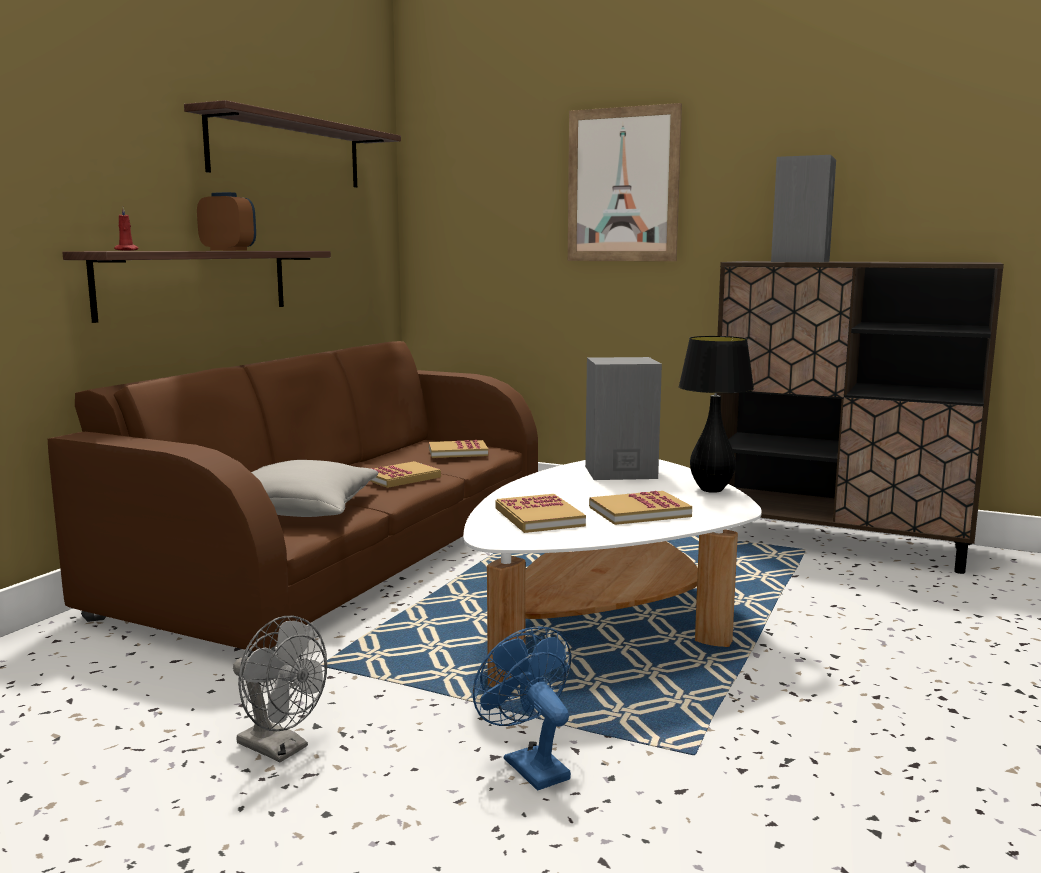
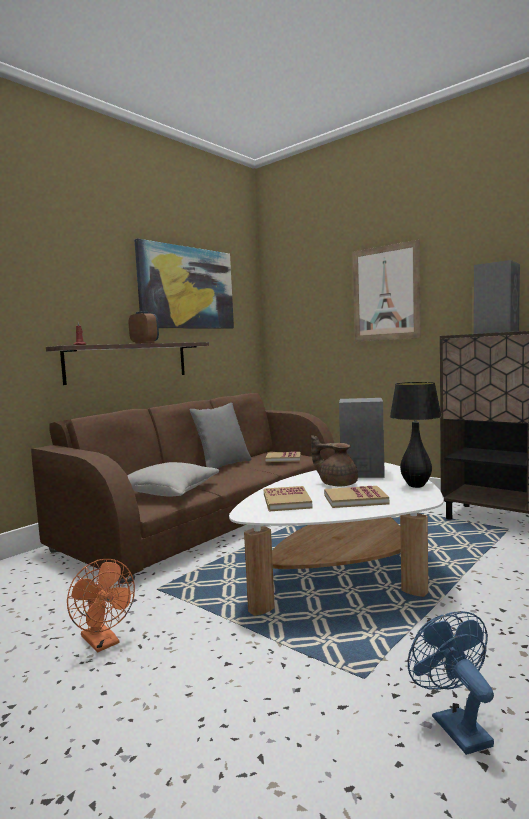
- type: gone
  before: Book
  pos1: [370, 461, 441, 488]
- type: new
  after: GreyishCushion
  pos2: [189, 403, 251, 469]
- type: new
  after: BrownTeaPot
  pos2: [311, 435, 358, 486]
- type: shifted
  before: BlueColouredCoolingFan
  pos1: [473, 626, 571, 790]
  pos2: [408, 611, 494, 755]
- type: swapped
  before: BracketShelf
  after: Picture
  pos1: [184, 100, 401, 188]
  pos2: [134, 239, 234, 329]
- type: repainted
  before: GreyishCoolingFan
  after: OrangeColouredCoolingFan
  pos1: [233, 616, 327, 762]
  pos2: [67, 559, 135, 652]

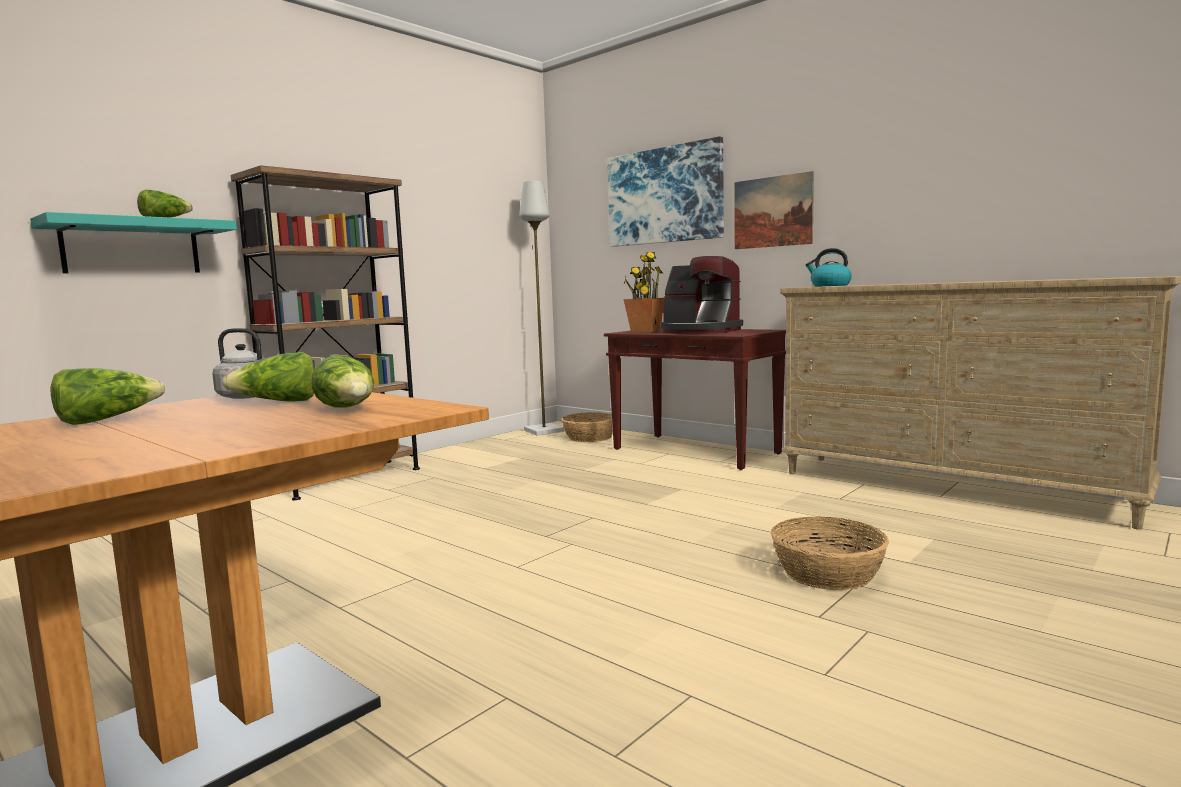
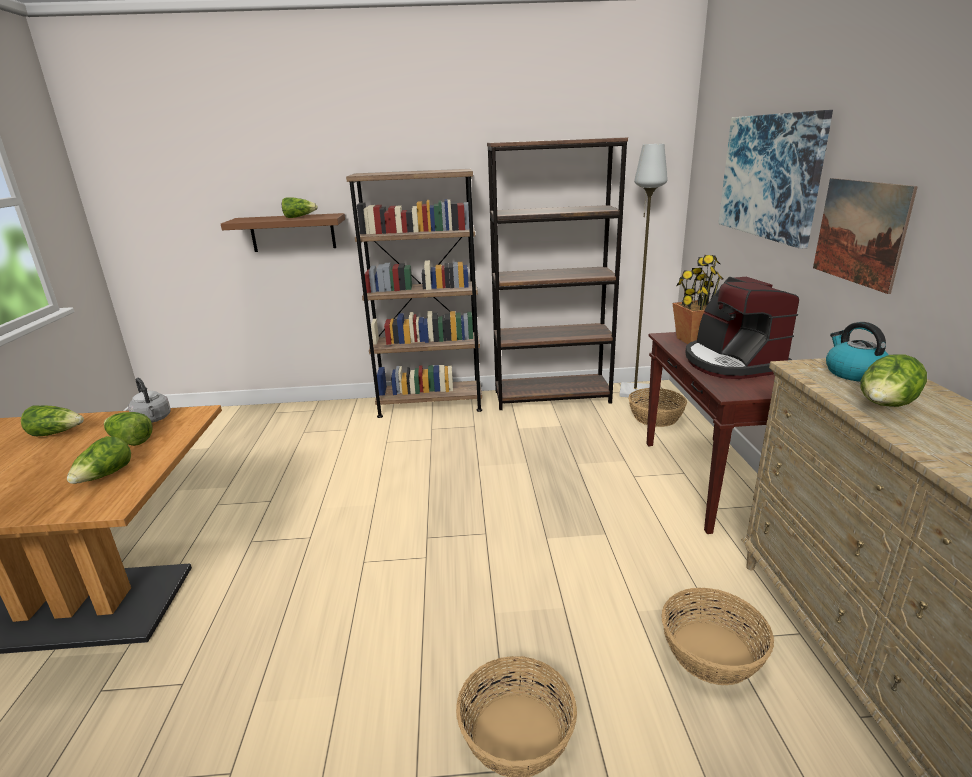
- type: new
  after: BrownBookshelf
  pos2: [487, 138, 628, 410]
- type: new
  after: Basket
  pos2: [661, 588, 774, 685]
- type: new
  after: LettuceHead
  pos2: [860, 354, 927, 407]
- type: repainted
  before: BlueGreenBracketShelf
  after: BrownBracketShelf
  pos1: [30, 212, 237, 273]
  pos2: [221, 213, 345, 252]

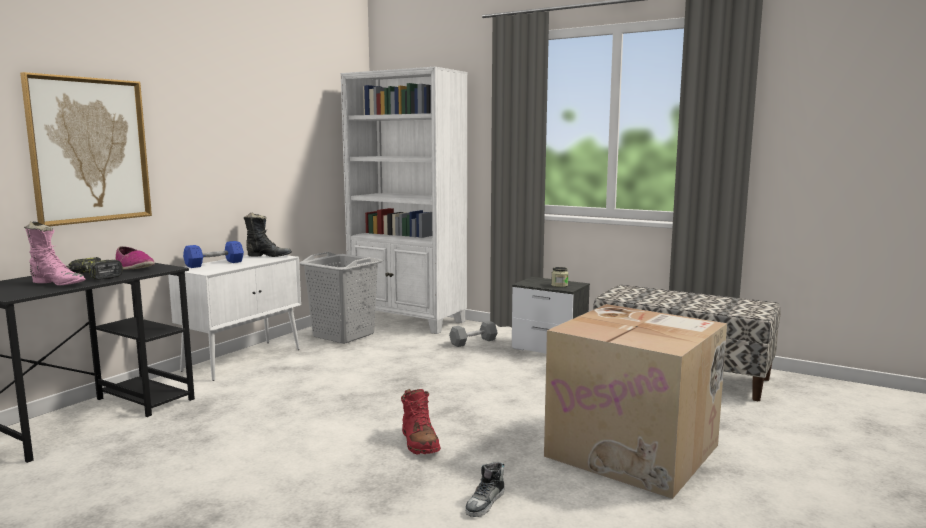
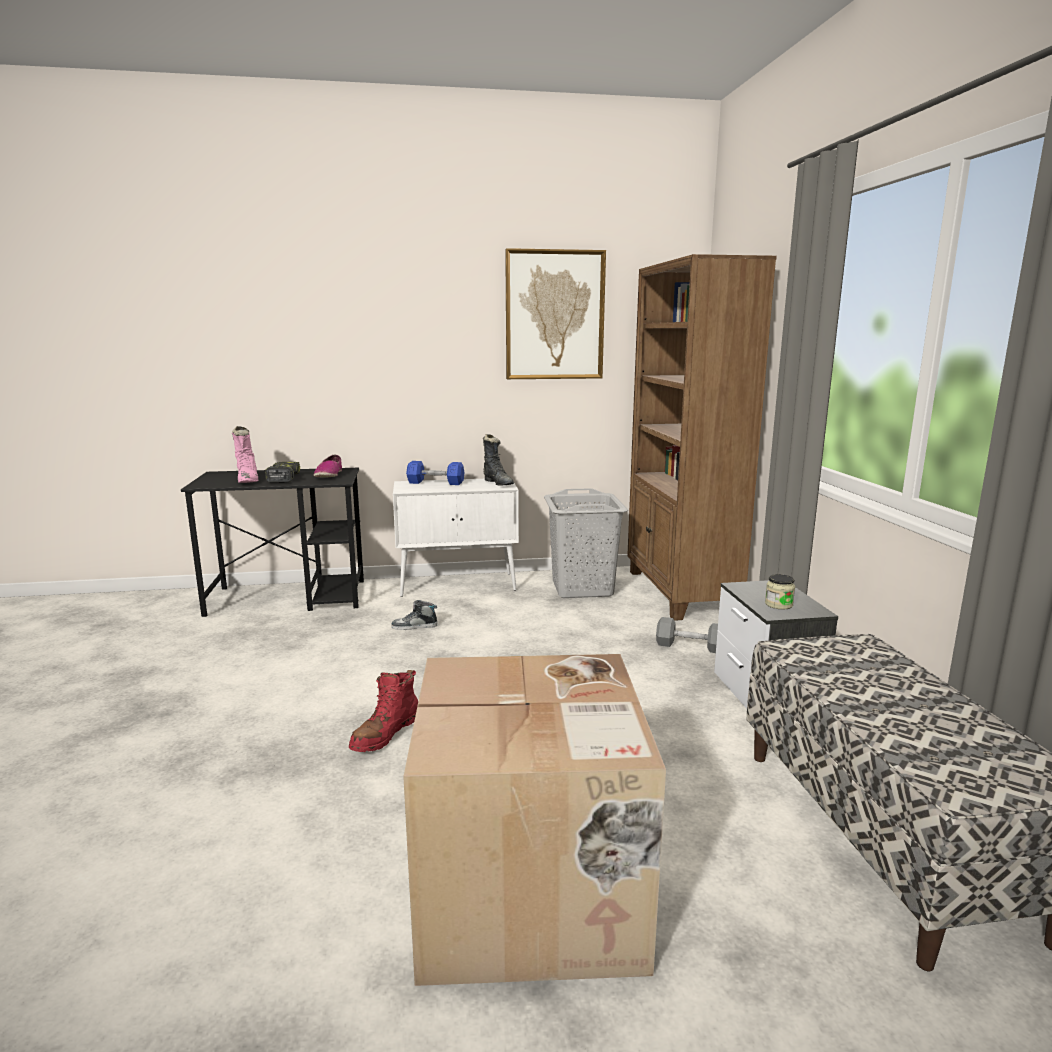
- type: shifted
  before: Picture
  pos1: [20, 72, 152, 226]
  pos2: [505, 248, 606, 379]
- type: shifted
  before: LowShoe
  pos1: [465, 462, 505, 517]
  pos2: [391, 600, 437, 630]
- type: repainted
  before: WhiteBookshelf
  after: BrownBookshelf
  pos1: [341, 67, 468, 334]
  pos2: [627, 254, 777, 621]

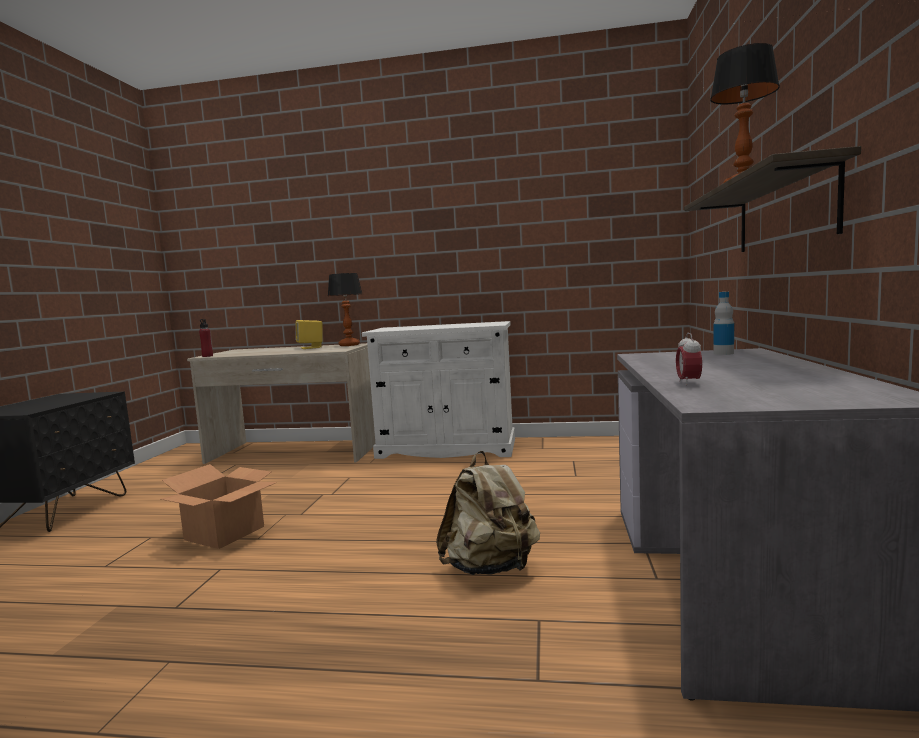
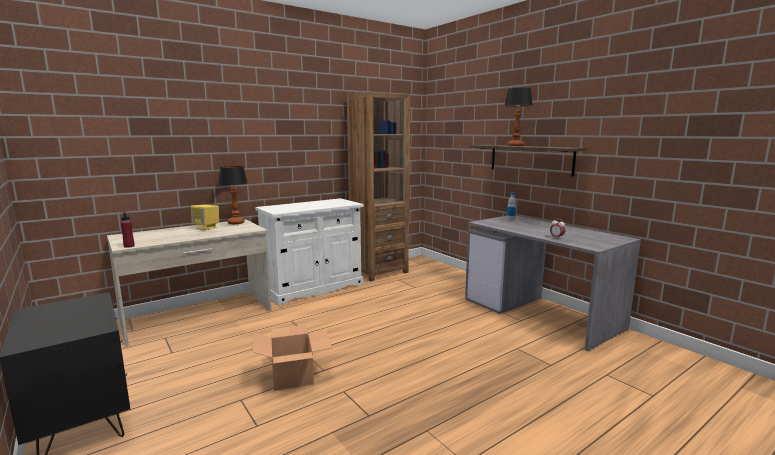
- type: gone
  before: BeigeKnapsack
  pos1: [436, 451, 540, 575]
- type: new
  after: BrownBookshelf
  pos2: [347, 92, 410, 282]

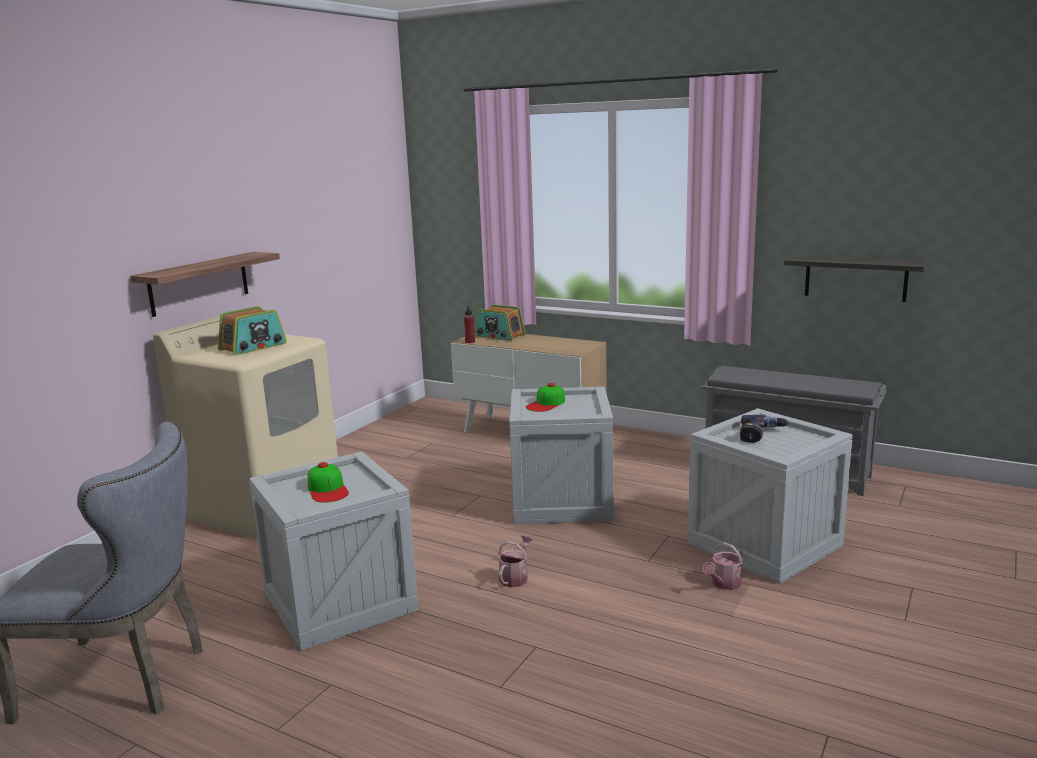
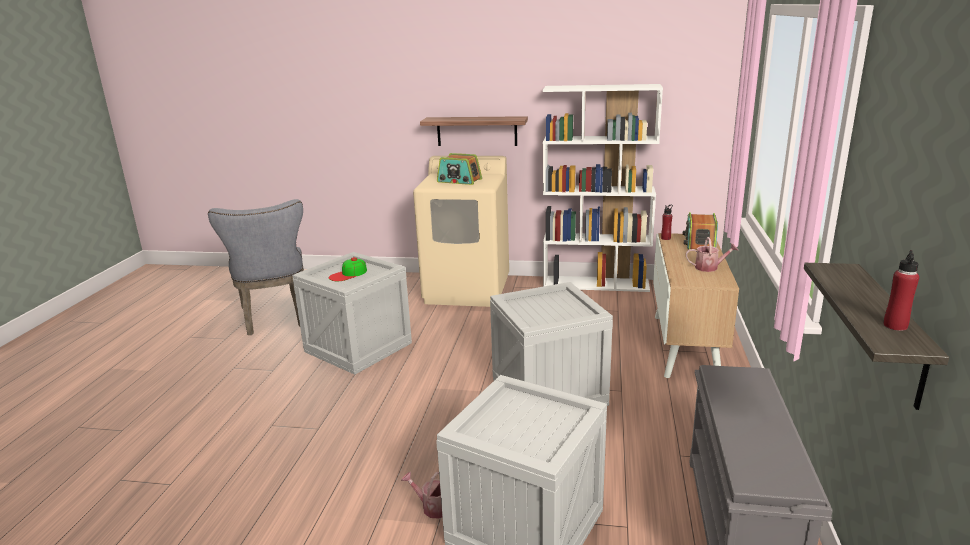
- type: gone
  before: Cap
  pos1: [526, 383, 565, 412]
- type: gone
  before: Drill
  pos1: [740, 415, 789, 443]
- type: new
  after: WhiteBookshelf
  pos2: [543, 84, 663, 292]
- type: new
  after: ReddishBottle
  pos2: [883, 250, 919, 331]
- type: shifted
  before: WateringPot
  pos1: [498, 536, 533, 588]
  pos2: [686, 237, 738, 272]

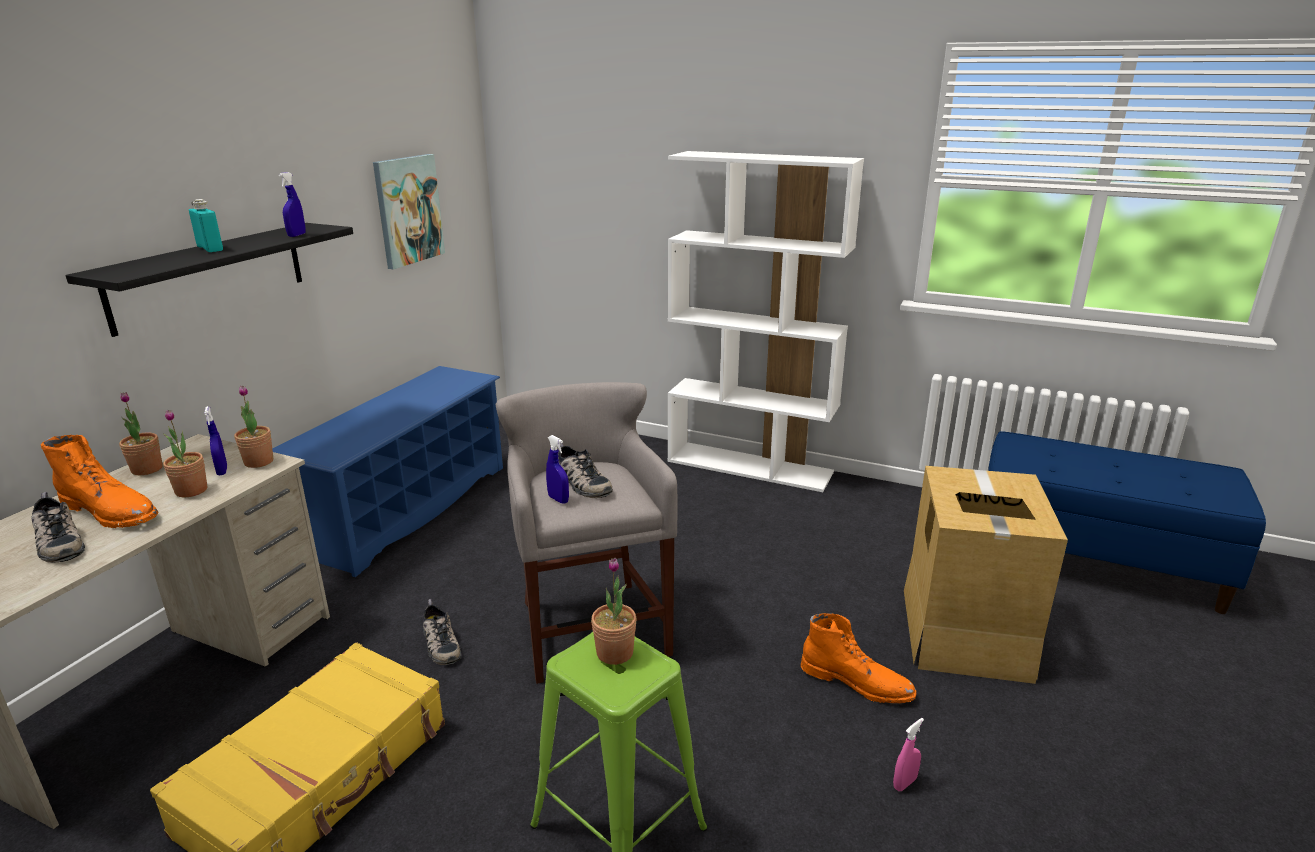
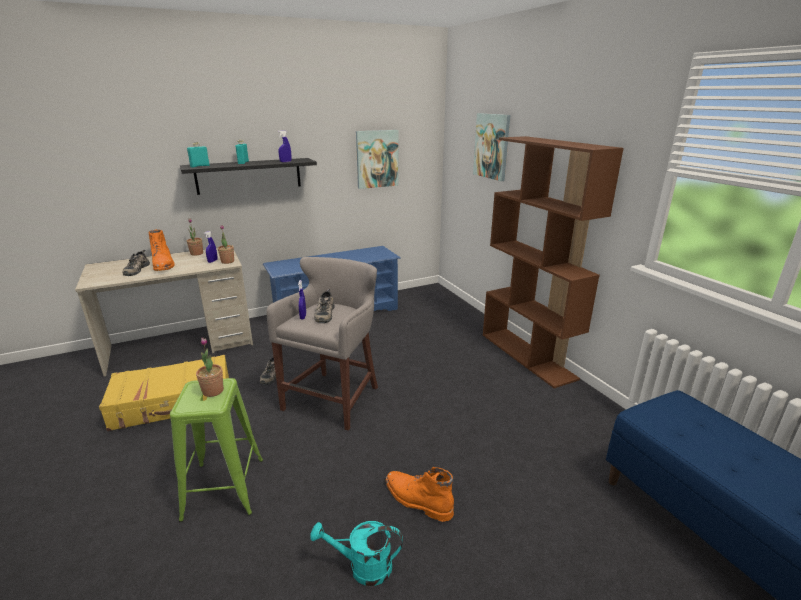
- type: gone
  before: Houseplant
  pos1: [163, 410, 207, 497]
- type: gone
  before: PackingBox
  pos1: [904, 466, 1068, 684]
- type: new
  after: BlueGreenBottle
  pos2: [187, 142, 210, 168]
- type: new
  after: Picture
  pos2: [473, 113, 510, 181]
- type: swapped
  before: PinkSprayBottle
  after: BlueGreenWateringPot
  pos1: [893, 718, 924, 791]
  pos2: [310, 521, 403, 586]
- type: repainted
  before: WhiteBookshelf
  after: BrownBookshelf
  pos1: [668, 151, 864, 492]
  pos2: [483, 136, 624, 388]
- type: rotated
  before: OrangeColouredTallBoot
  pos1: [801, 613, 917, 703]
  pos2: [386, 467, 454, 522]
  turn: 150

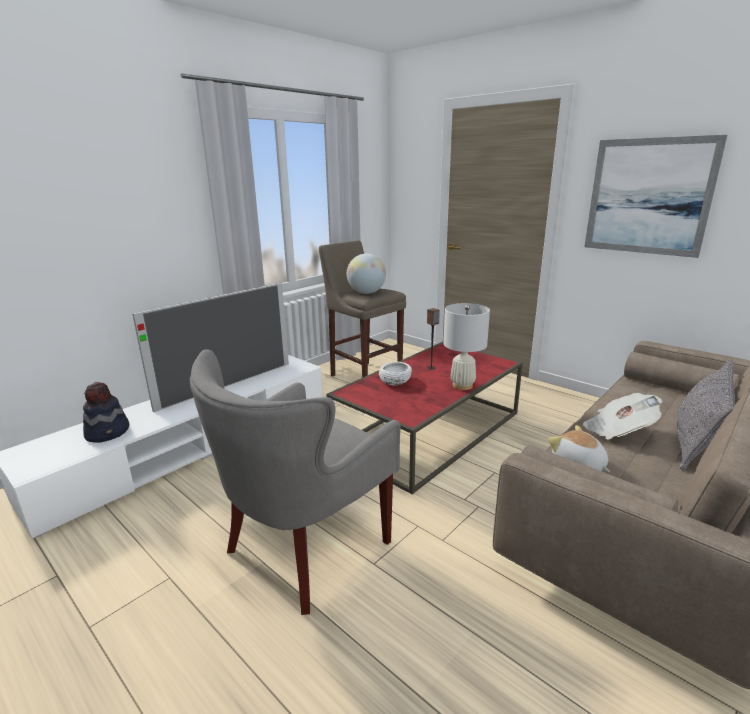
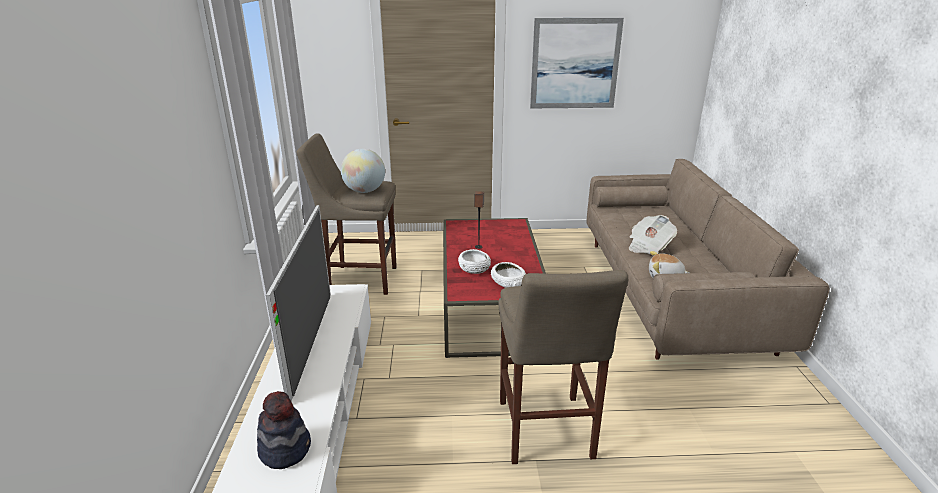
- type: gone
  before: WhiteTableLamp
  pos1: [443, 303, 490, 390]
- type: gone
  before: GreyishCushion
  pos1: [677, 360, 735, 470]
- type: new
  after: WhiteDeepDish
  pos2: [491, 262, 526, 288]
- type: swapped
  before: GreyishLoungeChair
  after: BeigeStoolSeat
  pos1: [190, 349, 401, 615]
  pos2: [499, 270, 628, 464]

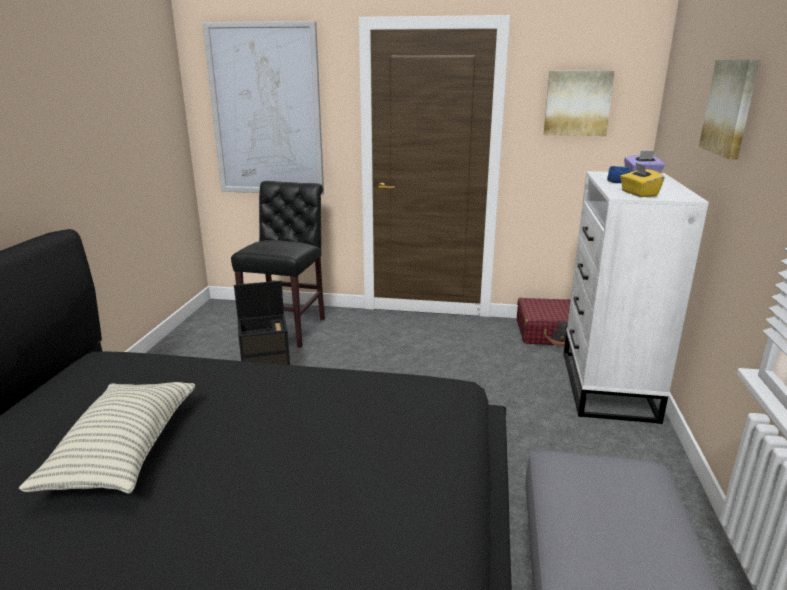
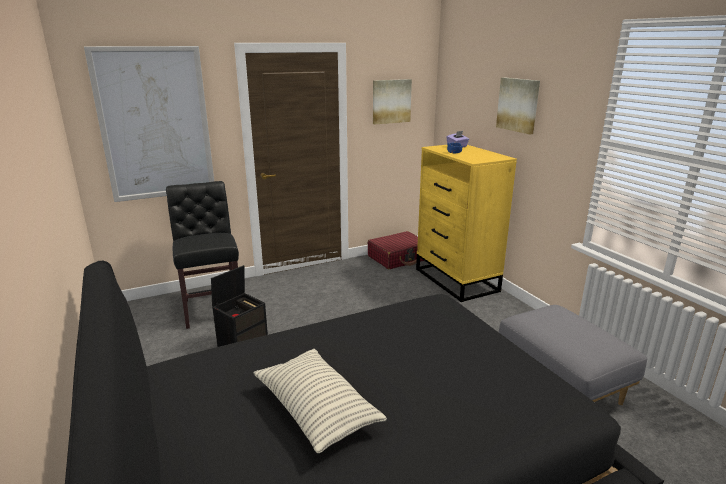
- type: gone
  before: YellowColouredTissueBox
  pos1: [620, 163, 665, 197]
- type: repainted
  before: WhiteDresser
  after: YellowColouredDresser
  pos1: [564, 171, 709, 424]
  pos2: [416, 145, 517, 302]

